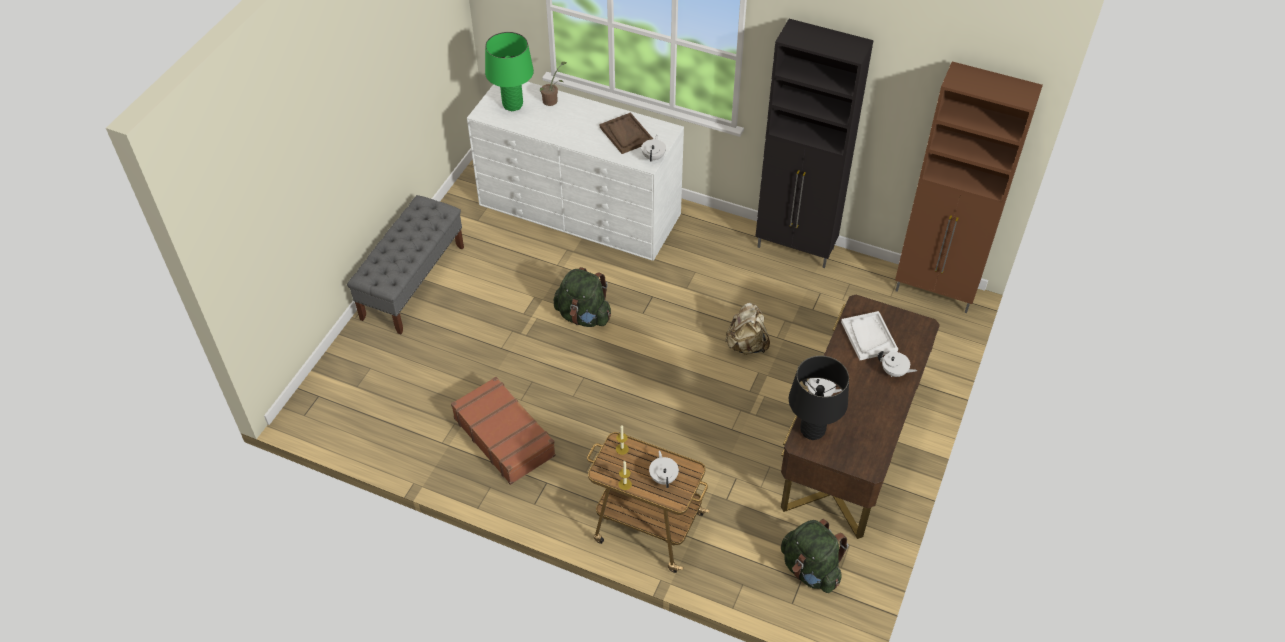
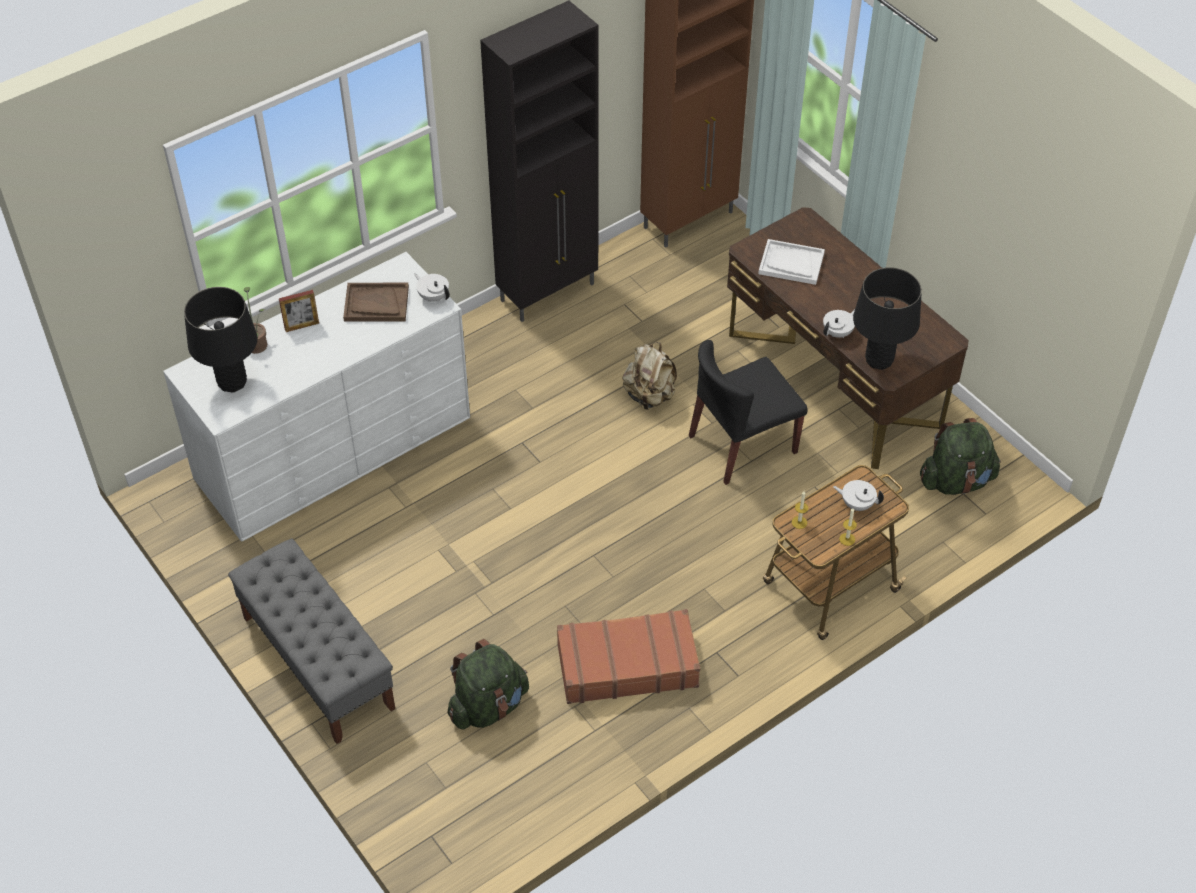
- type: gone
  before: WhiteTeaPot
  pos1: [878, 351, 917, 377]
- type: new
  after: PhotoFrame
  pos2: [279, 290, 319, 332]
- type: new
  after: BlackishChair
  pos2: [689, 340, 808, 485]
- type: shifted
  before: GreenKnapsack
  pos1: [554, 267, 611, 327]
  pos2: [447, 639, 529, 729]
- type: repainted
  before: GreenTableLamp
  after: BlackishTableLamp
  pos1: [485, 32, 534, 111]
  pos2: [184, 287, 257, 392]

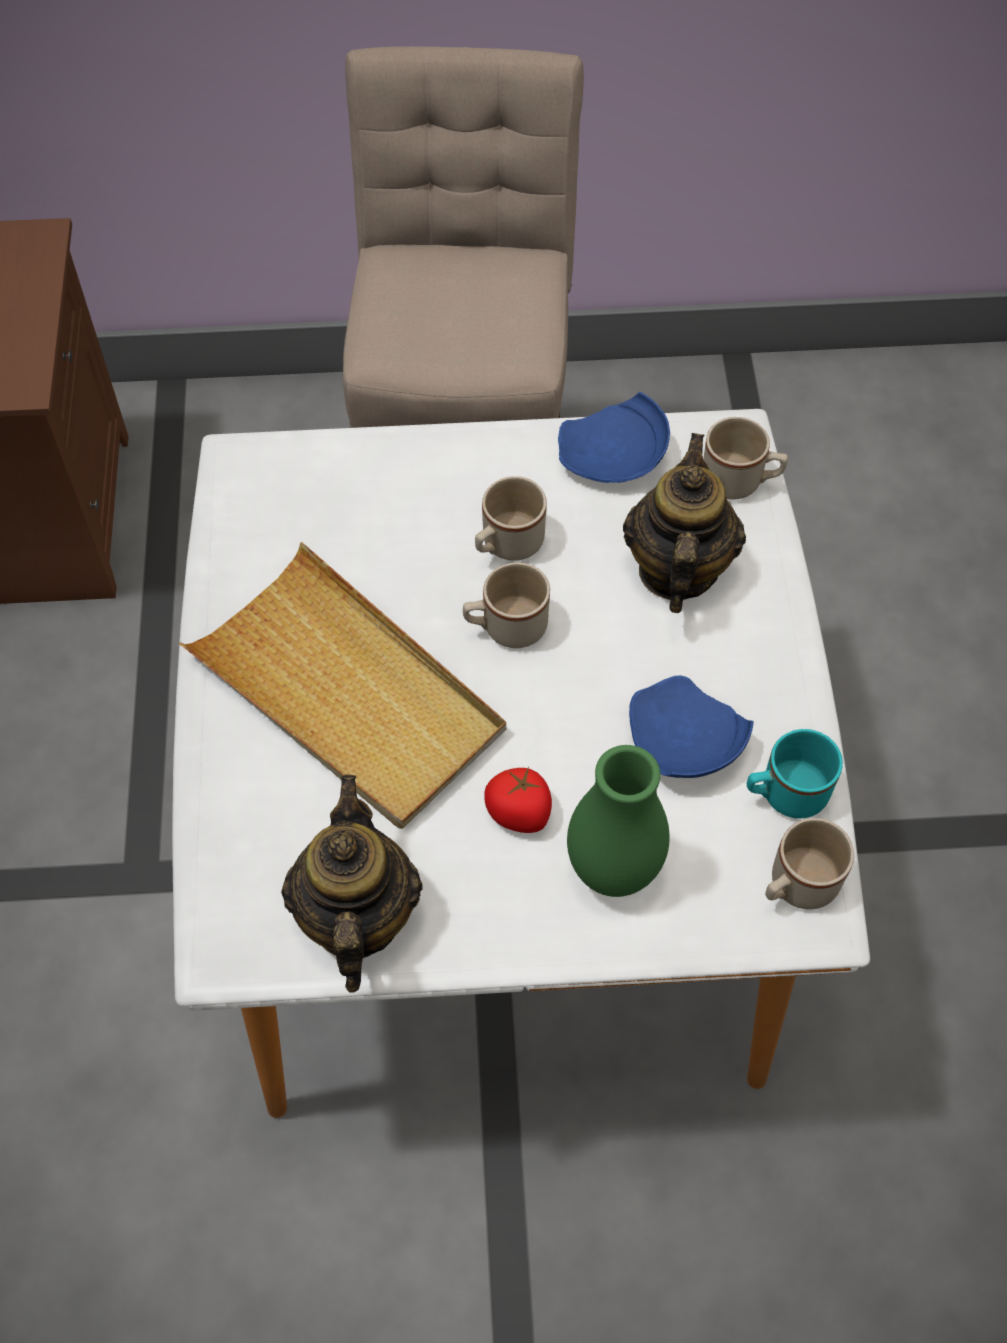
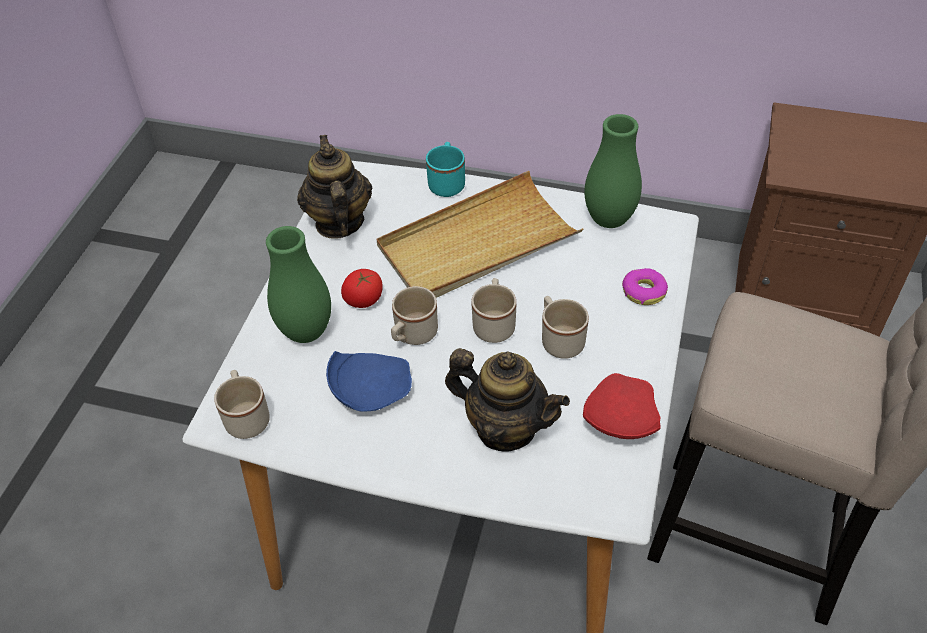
- type: new
  after: GreenVase
  pos2: [585, 114, 642, 228]
- type: new
  after: Donut
  pos2: [622, 268, 668, 305]
- type: shifted
  before: BeigeCoffeeMug
  pos1: [703, 417, 788, 499]
  pos2: [391, 286, 438, 345]
- type: shifted
  before: BlueGreenCoffeeMug
  pos1: [747, 729, 843, 819]
  pos2: [426, 142, 465, 197]
- type: repainted
  before: BlueColouredDinnerPlate
  after: ReddishDinnerPlate
  pos1: [558, 392, 670, 483]
  pos2: [583, 373, 661, 439]
- type: rotated
  before: TeaPot
  pos1: [281, 775, 423, 993]
  pos2: [297, 135, 372, 239]
  turn: -120

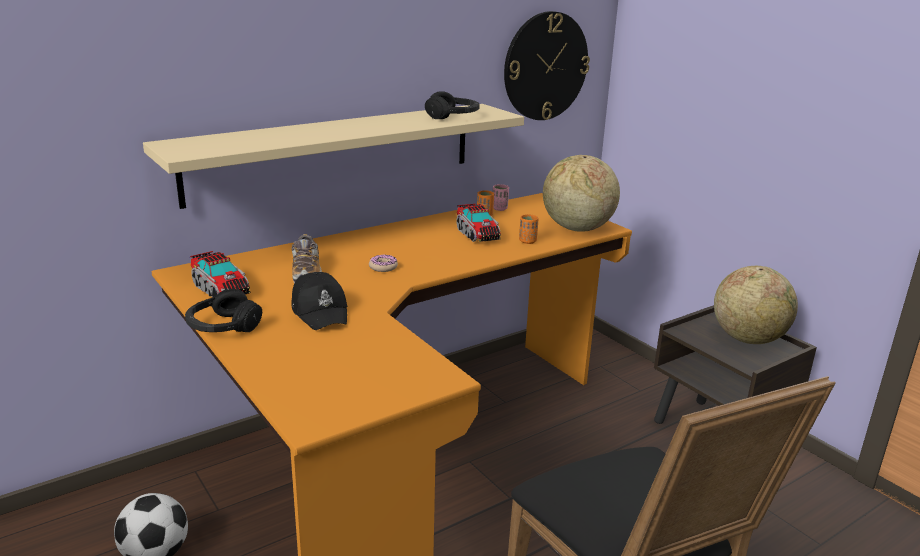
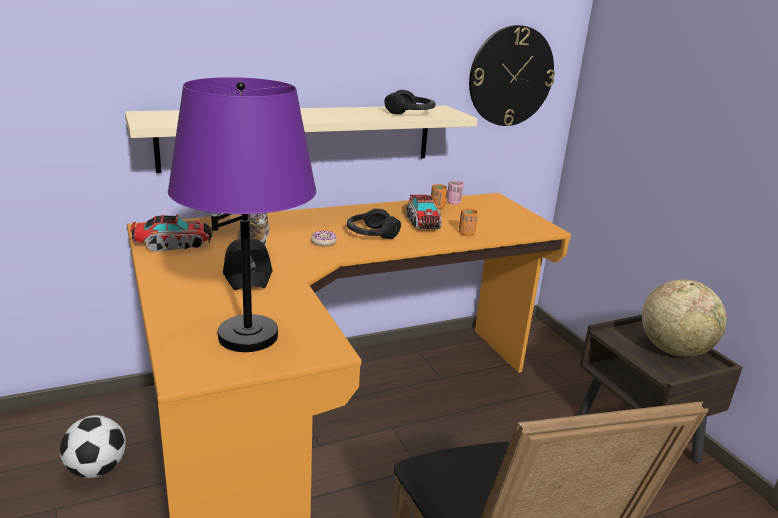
- type: gone
  before: DeskGlobe
  pos1: [543, 155, 620, 232]
- type: new
  after: PurpleTableLamp
  pos2: [168, 77, 316, 352]
- type: shifted
  before: BlackishHeadset
  pos1: [185, 289, 262, 332]
  pos2: [347, 208, 401, 239]
- type: rotated
  before: ToyTruck
  pos1: [190, 251, 250, 297]
  pos2: [130, 214, 213, 252]
  turn: -75

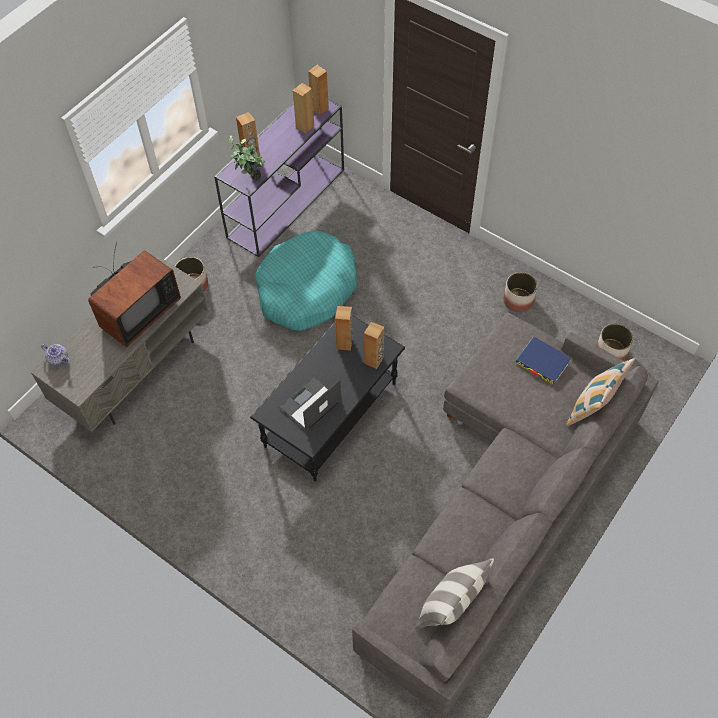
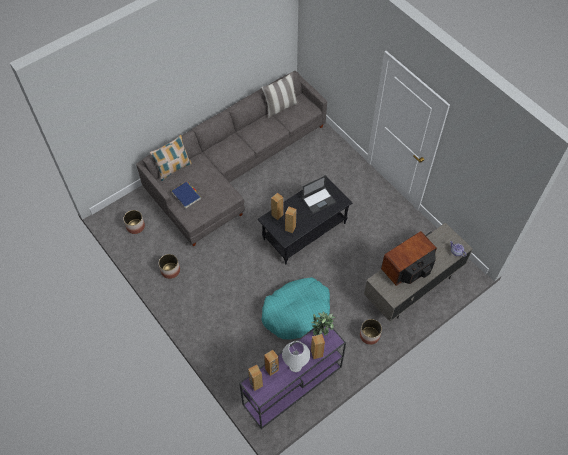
- type: new
  after: WhiteTableLamp
  pos2: [282, 341, 310, 372]

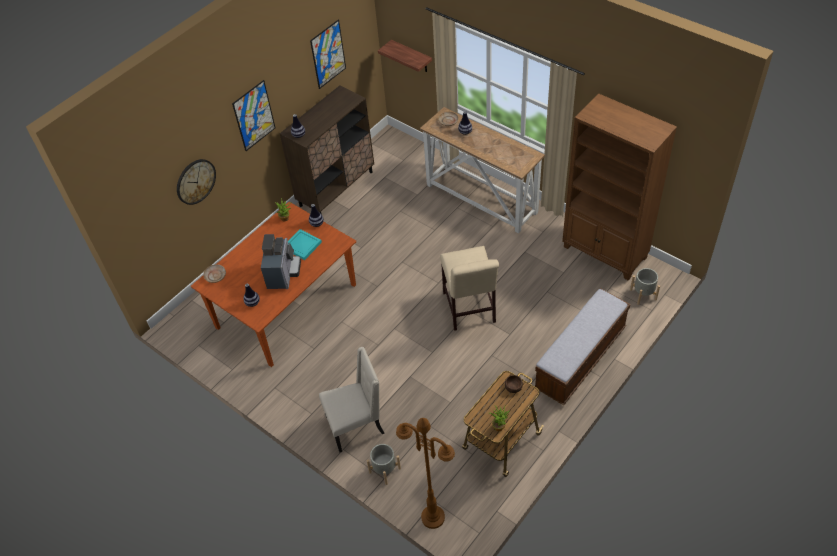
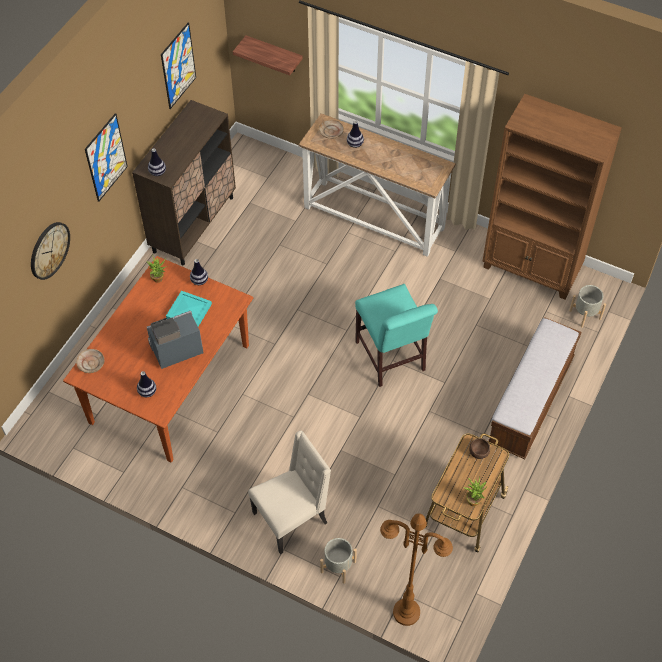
- type: repainted
  before: BeigeChair
  after: BlueGreenChair
  pos1: [440, 246, 499, 331]
  pos2: [355, 284, 438, 387]
- type: rotated
  before: CoffeeMachine
  pos1: [261, 234, 301, 289]
  pos2: [147, 311, 203, 369]
  turn: -105

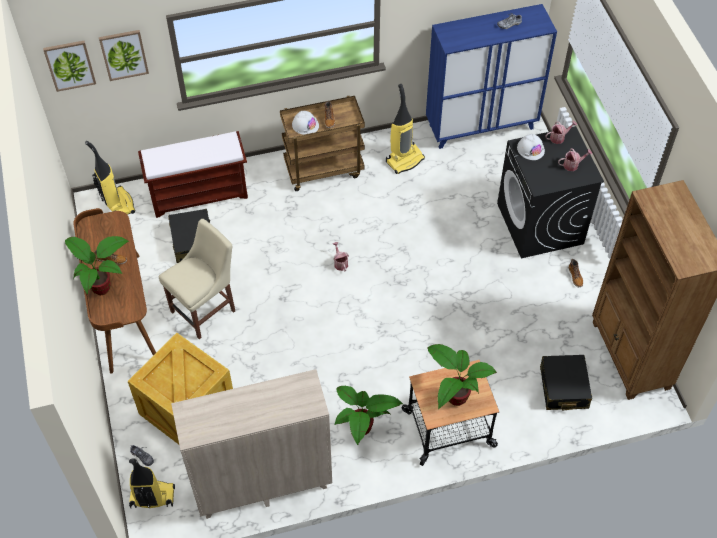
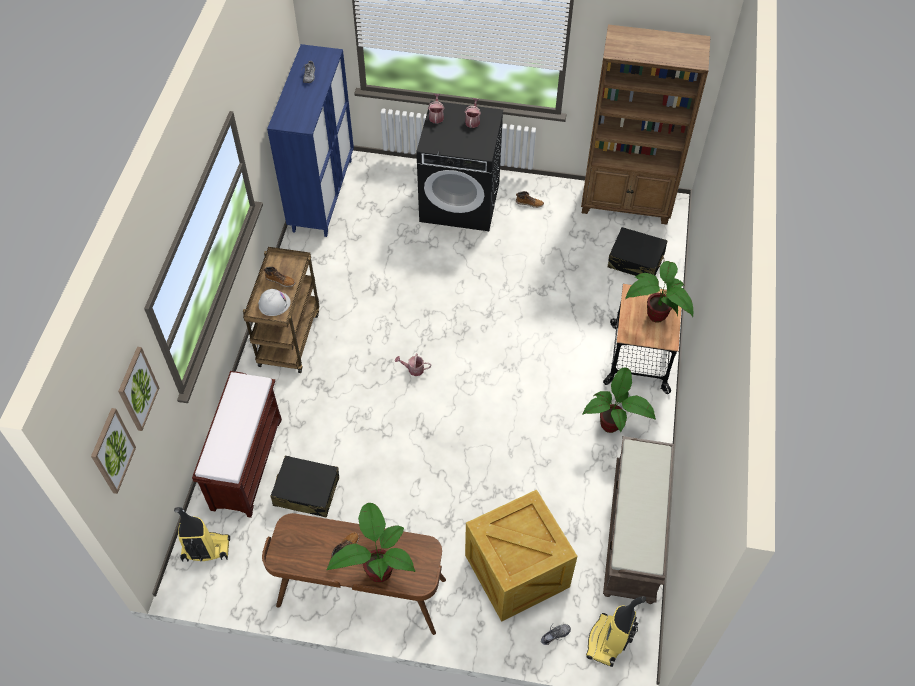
- type: gone
  before: BeigeChair
  pos1: [159, 219, 235, 339]
- type: gone
  before: VacuumCleaner
  pos1: [386, 84, 425, 174]
- type: gone
  before: WhiteSafetyHelmet
  pos1: [517, 134, 545, 160]
- type: swapped
  before: BeigeStorageCabinet
  after: BrownIndoorBench
  pos1: [171, 369, 332, 519]
  pos2: [603, 436, 674, 604]

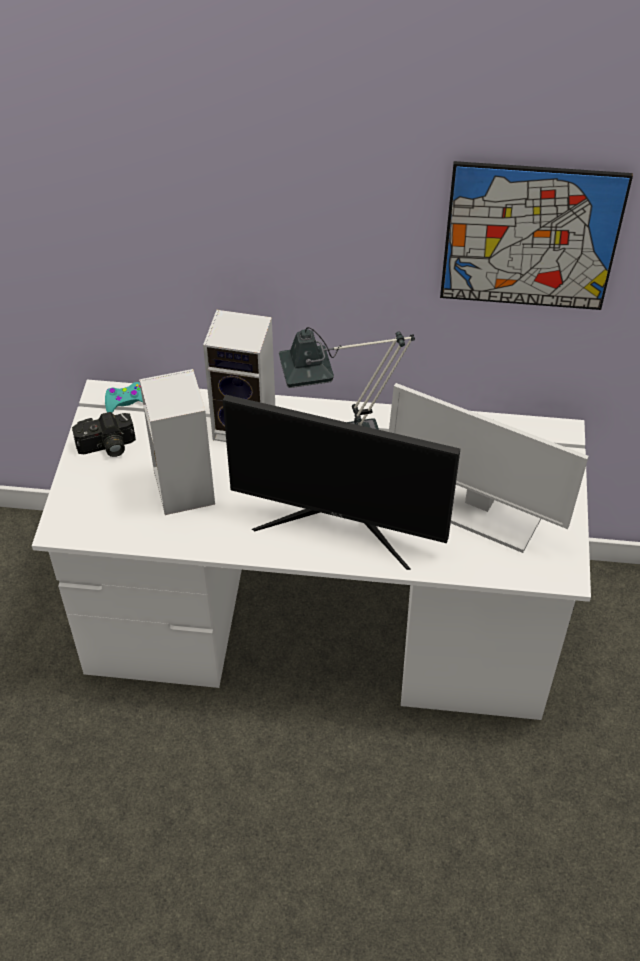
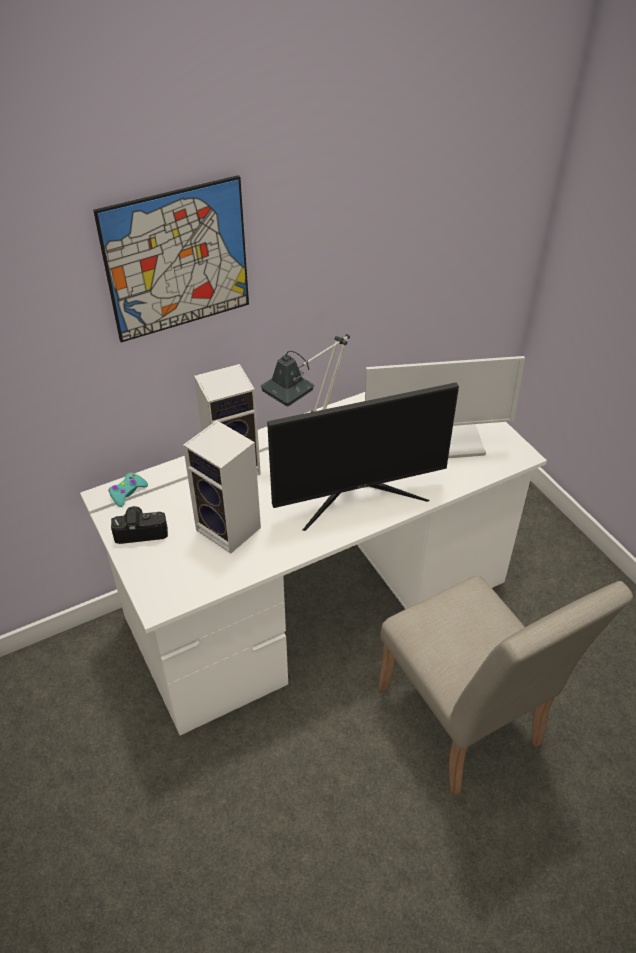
- type: new
  after: BeigeChair
  pos2: [378, 576, 633, 796]
- type: shifted
  before: Picture
  pos1: [440, 161, 633, 310]
  pos2: [93, 175, 249, 342]
- type: rotated
  before: PhotoCamera
  pos1: [72, 412, 136, 457]
  pos2: [111, 506, 168, 544]
  turn: -135

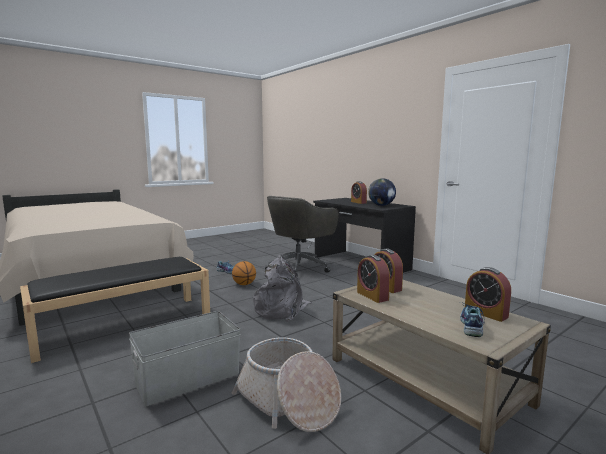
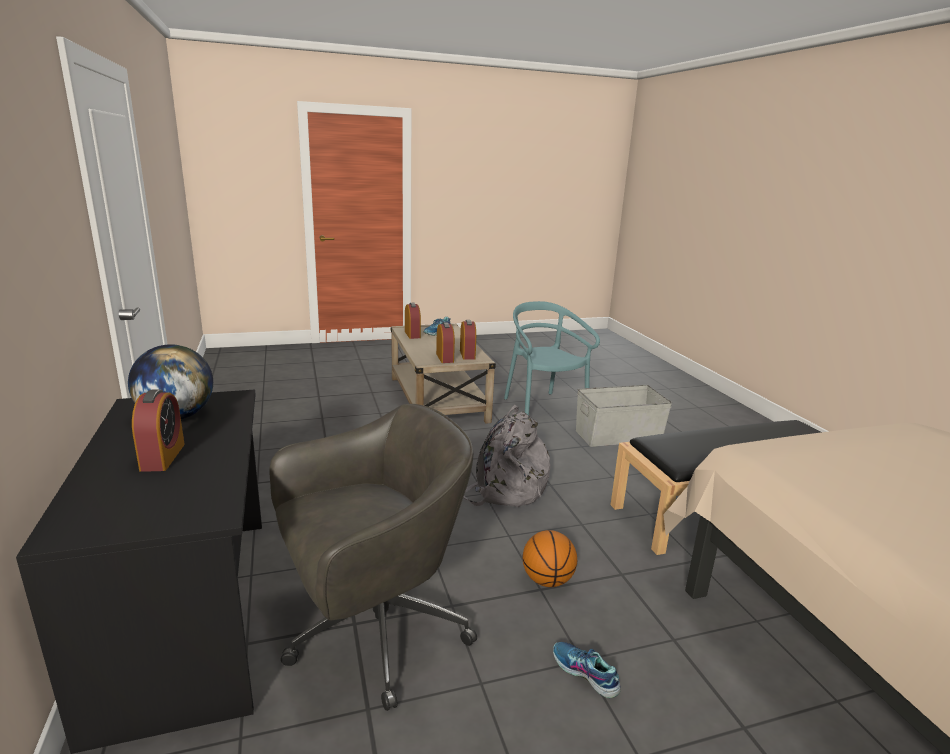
- type: swapped
  before: Basket
  after: BlueGreenChair
  pos1: [232, 337, 341, 432]
  pos2: [504, 301, 600, 415]

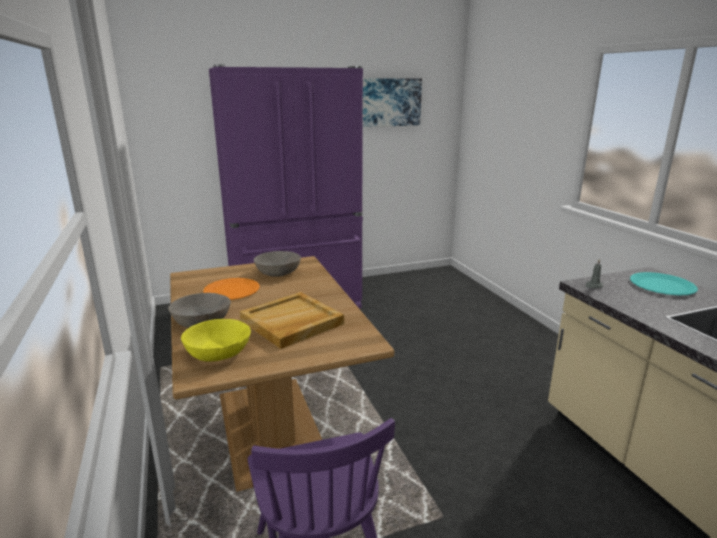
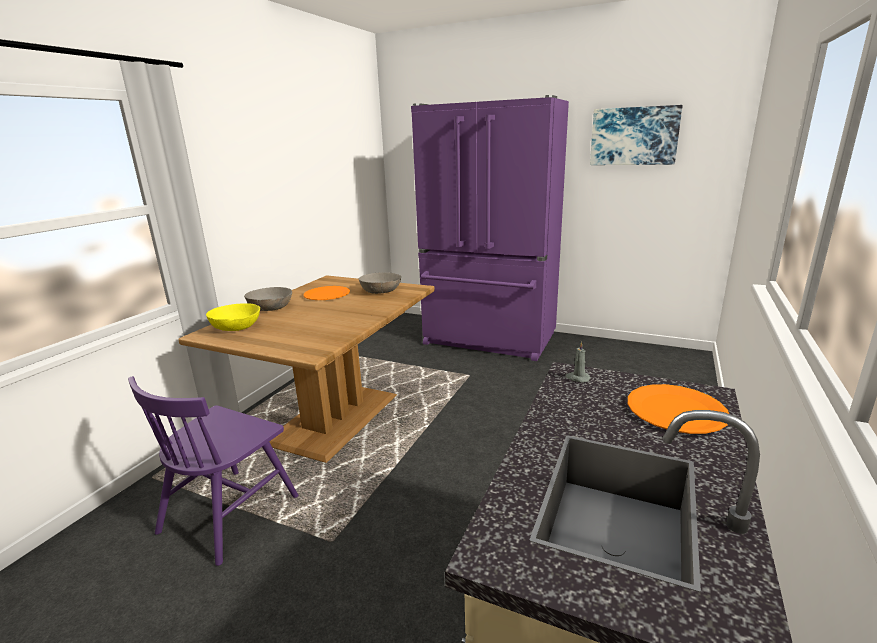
- type: gone
  before: BeigeCarryingTray
  pos1: [240, 292, 344, 349]
- type: repainted
  before: BlueGreenDinnerPlate
  after: OrangeColouredDinnerPlate
  pos1: [630, 272, 698, 295]
  pos2: [628, 384, 729, 434]

